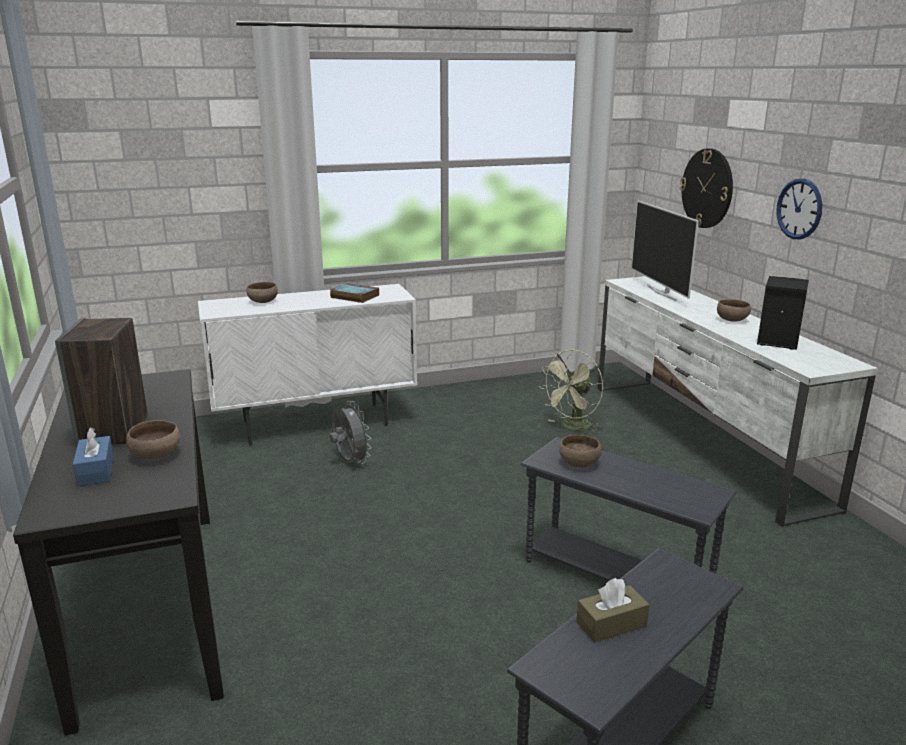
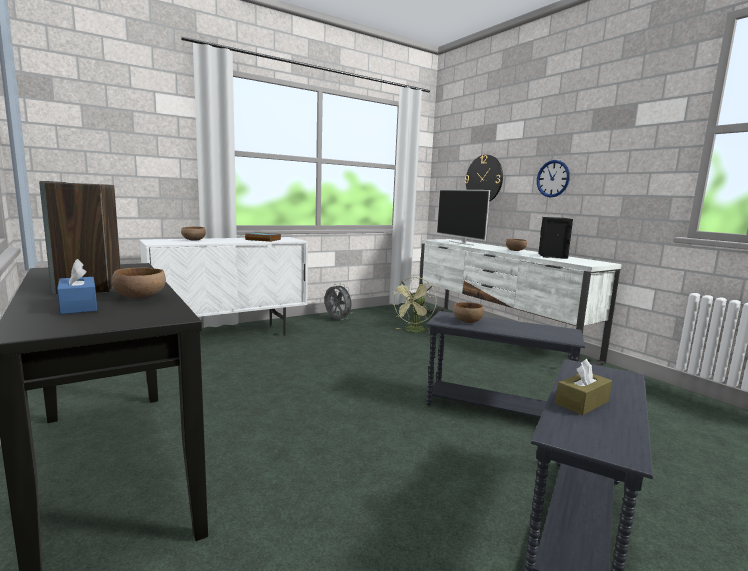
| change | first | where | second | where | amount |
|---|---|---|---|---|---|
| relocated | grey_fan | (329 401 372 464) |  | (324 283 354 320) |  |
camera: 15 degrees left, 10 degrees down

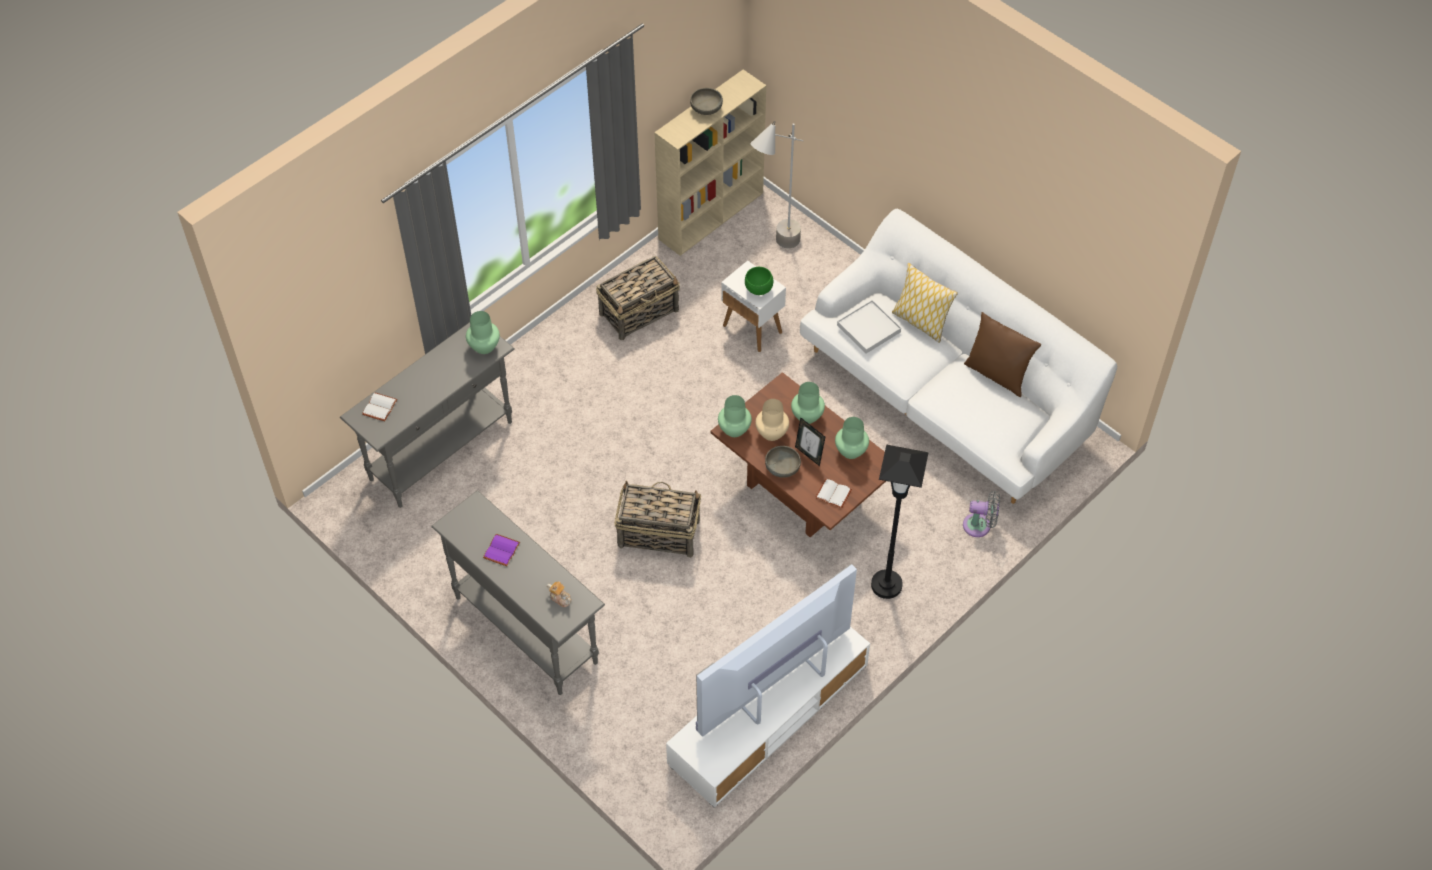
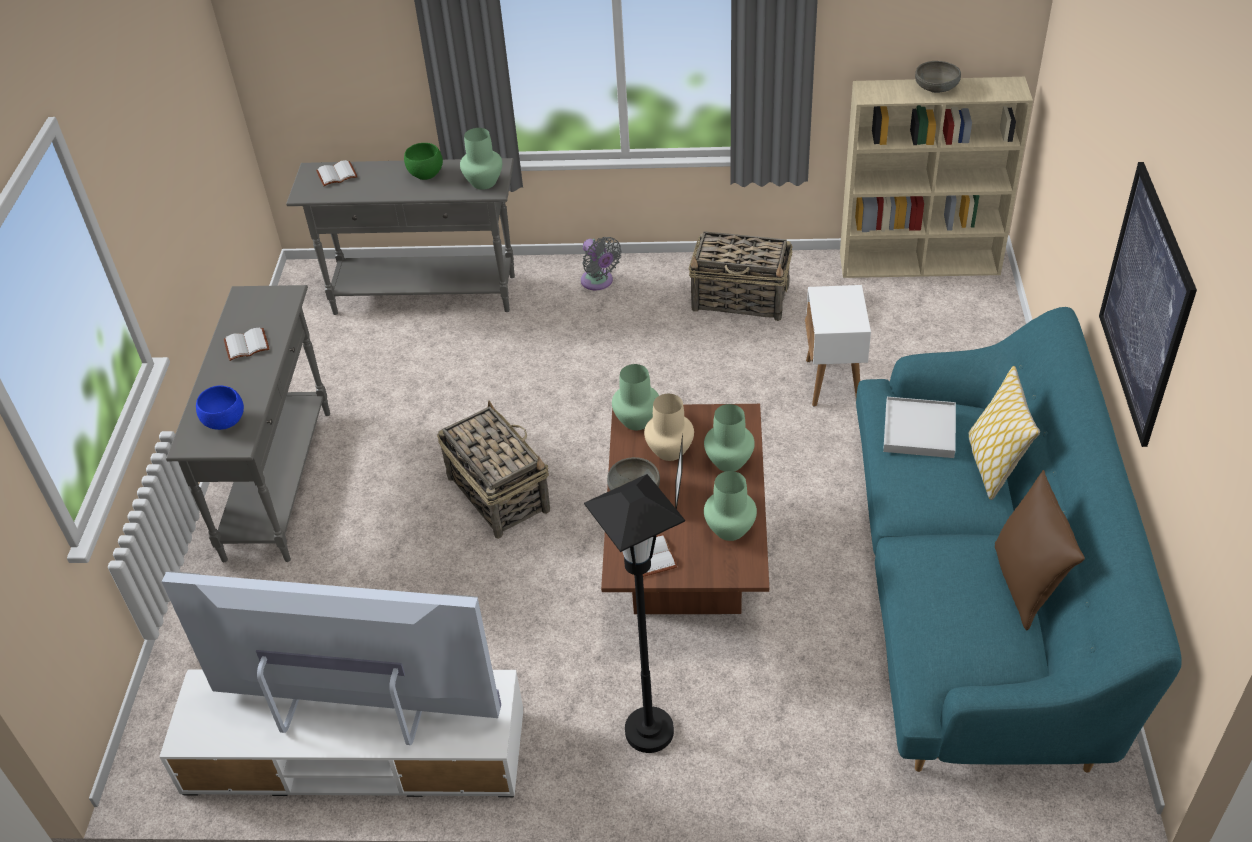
| change | first | where | second | where | amount |
|---|---|---|---|---|---|
| missing | grey_floor_lamp | (751 121 804 248) |  |  |  |
| appeared |  |  | picture | (1099 162 1197 447) |  |
| relocated | green_bowl | (745 267 773 295) |  | (404 143 443 180) |  |
| relocated | grey_fan | (963 491 1000 537) |  | (581 237 622 291) |  |
| exchanged | teapot | (547 581 571 607) | blue_bowl | (196 386 244 430) |  |
| colour | purple_book | (483 534 520 566) | white_book | (224 328 270 361) |  |
| colour | white_sofa | (800 209 1117 504) | turquoise_sofa | (856 307 1182 773) |  |
camera: 50 degrees right, 10 degrees down

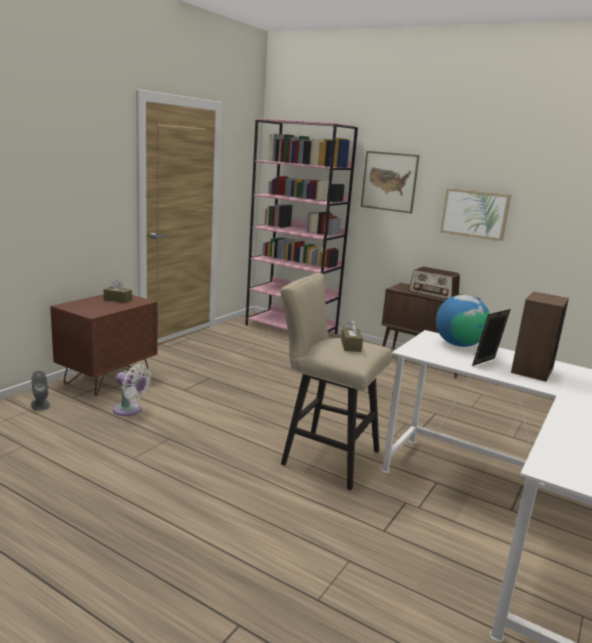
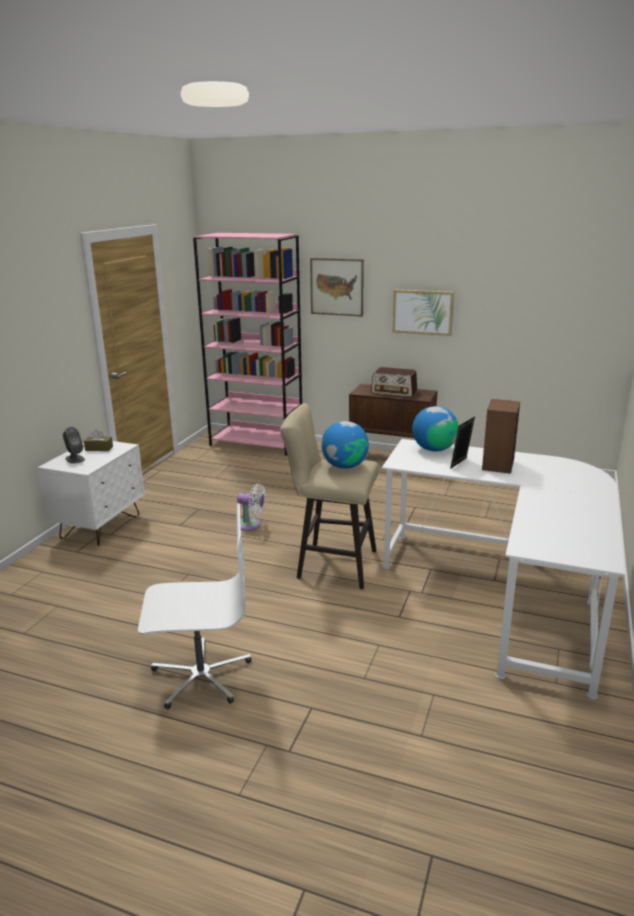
| change | first | where | second | where | amount |
|---|---|---|---|---|---|
| appeared |  |  | white_office_chair | (138 504 251 709) |  |
| relocated | grey_speaker | (31 371 50 410) |  | (63 427 85 464) |  |
| relocated | white_fan | (113 364 151 416) |  | (237 484 266 531) |  |
| exchanged | brown_tissue_box | (341 320 363 352) | globe | (322 421 369 469) |  |
| colour | brown_nightstand | (50 294 157 396) | white_nightstand | (38 441 145 546) |  |
camera: 10 degrees left, 5 degrees up

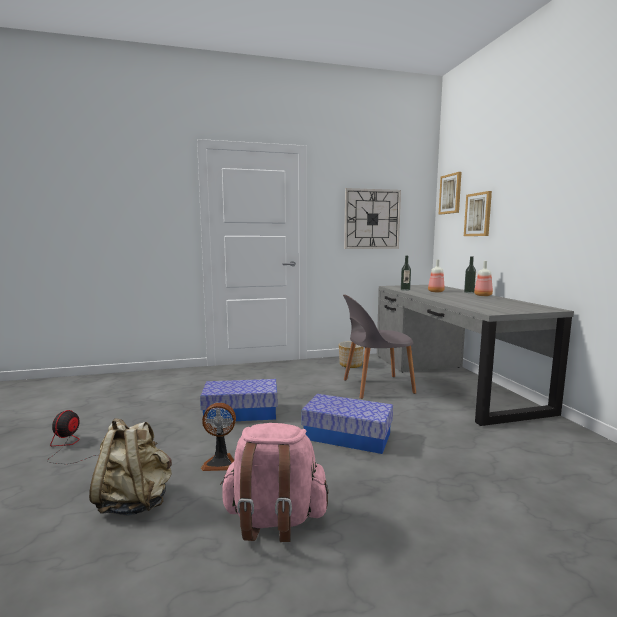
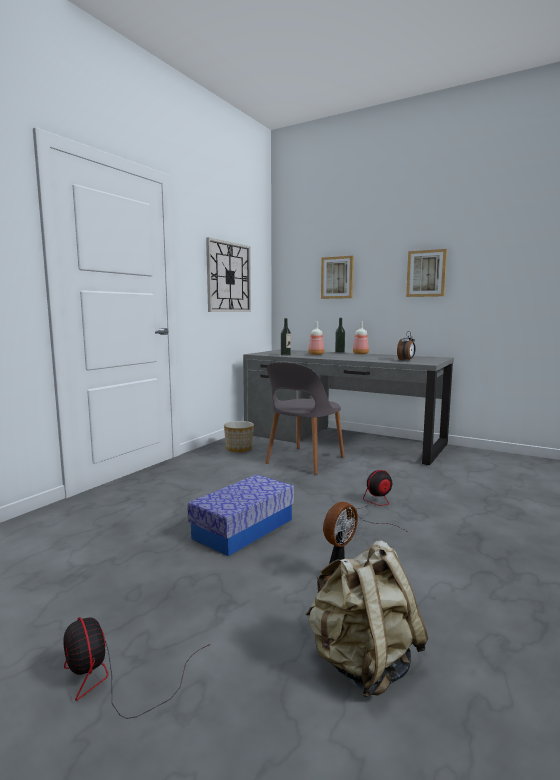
| change | first | where | second | where | amount |
|---|---|---|---|---|---|
| missing | pink_backpack | (220 423 329 542) |  |  |  |
| appeared |  |  | alarm_clock | (397 331 416 361) |  |
| relocated | picture | (439 172 461 214) |  | (406 249 447 297) |  |
| exchanged | storage_box | (301 394 393 454) | fan | (358 470 408 532) |  |
camera: 45 degrees left, 0 degrees up

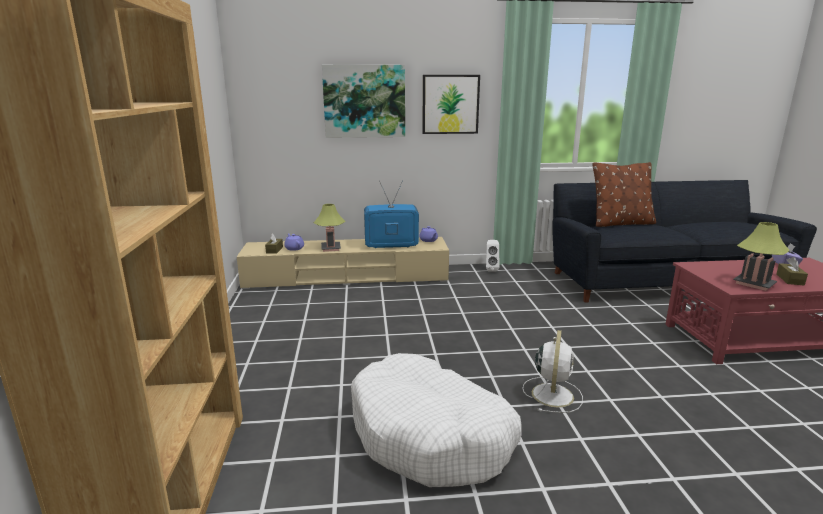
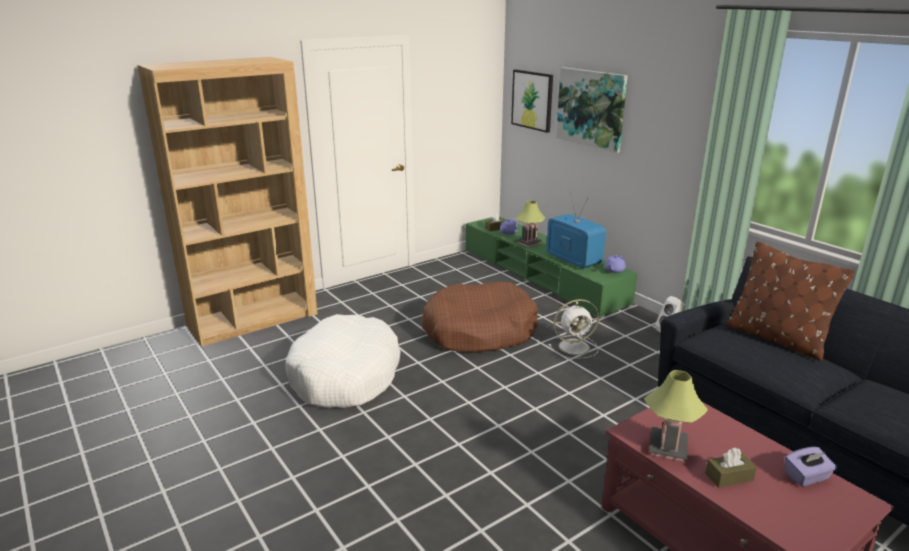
| change | first | where | second | where | amount |
|---|---|---|---|---|---|
| appeared |  |  | brown_dog_bed | (422 281 538 353) |  |
| relocated | picture | (422 75 480 134) |  | (511 70 553 133) |  |
| relocated | white_fan | (523 330 583 413) |  | (548 299 599 359) |  |
| colour | beige_tv_stand | (237 237 449 289) | green_tv_stand | (466 216 637 318) |  |
camera: 60 degrees right, 5 degrees up

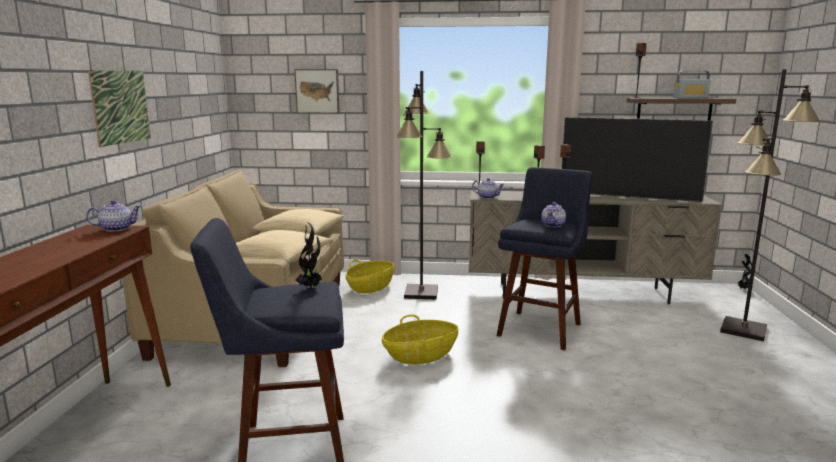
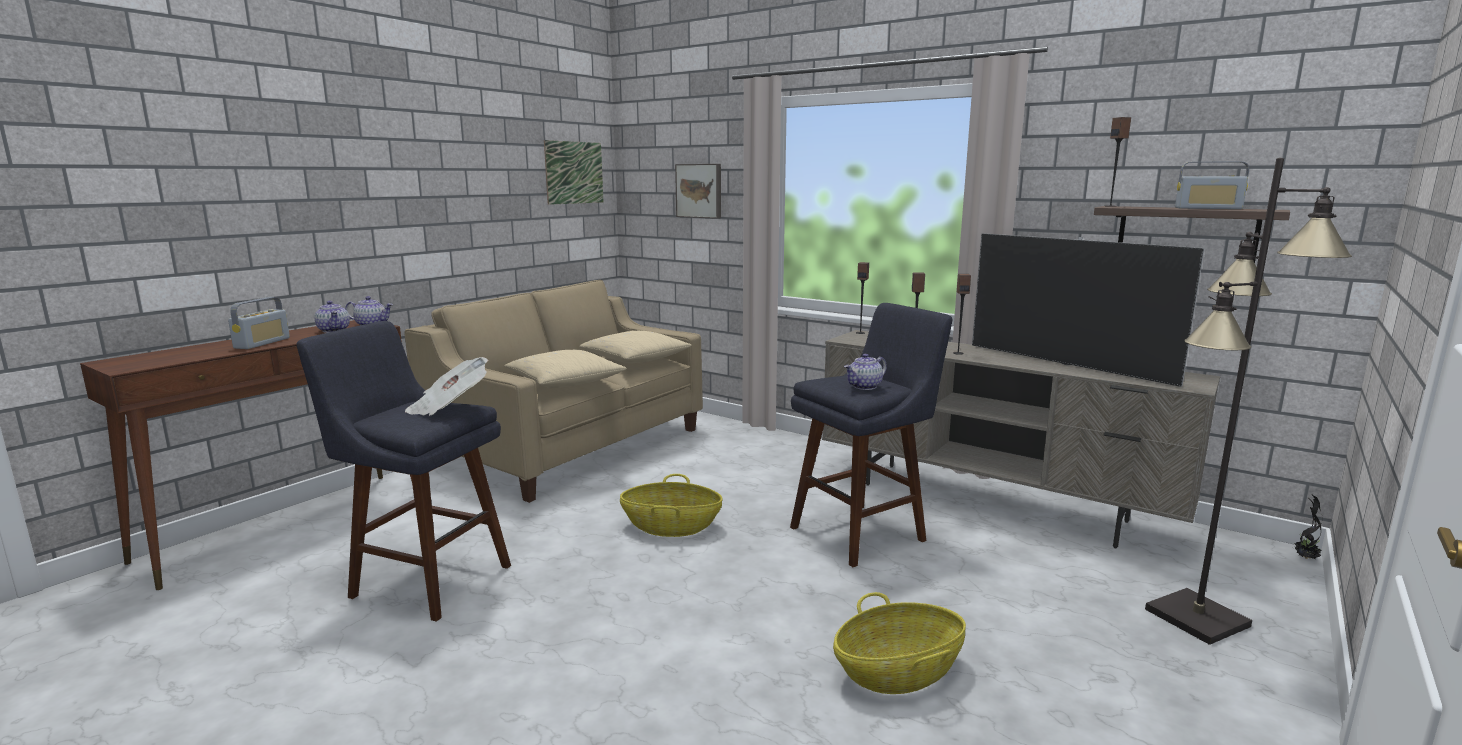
| change | first | where | second | where | amount |
|---|---|---|---|---|---|
| missing | black_floor_lamp | (396 71 452 300) |  |  |  |
| appeared |  |  | radio | (228 297 290 349) |  |
| relocated | picture | (88 70 151 147) |  | (544 140 603 205) |  |
| relocated | basket | (346 260 394 294) |  | (833 592 966 694) |  |
| relocated | teapot | (472 178 505 199) |  | (314 301 350 333) |  |
| exchanged | potted_plant | (296 222 322 288) | newspaper | (405 357 489 416) |  |
camera: 30 degrees right, 0 degrees up

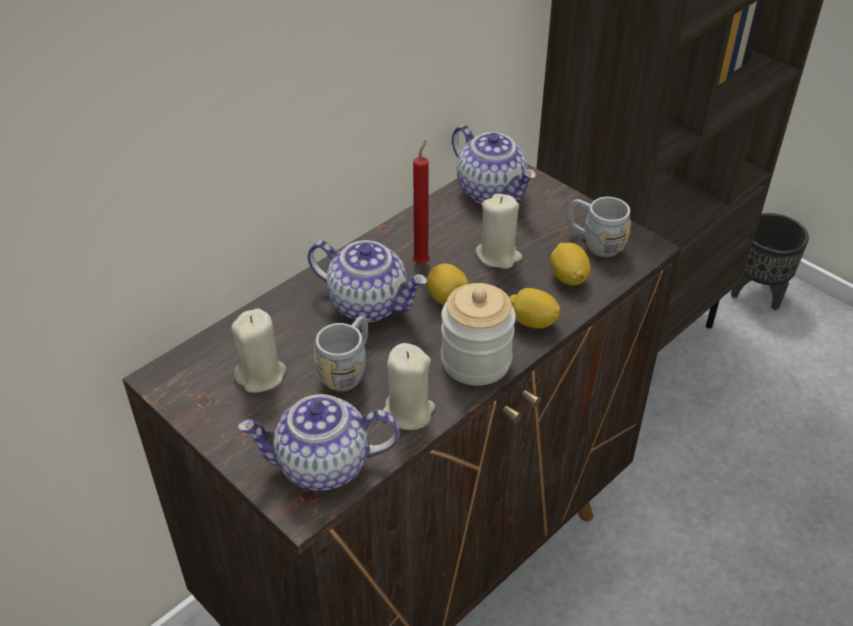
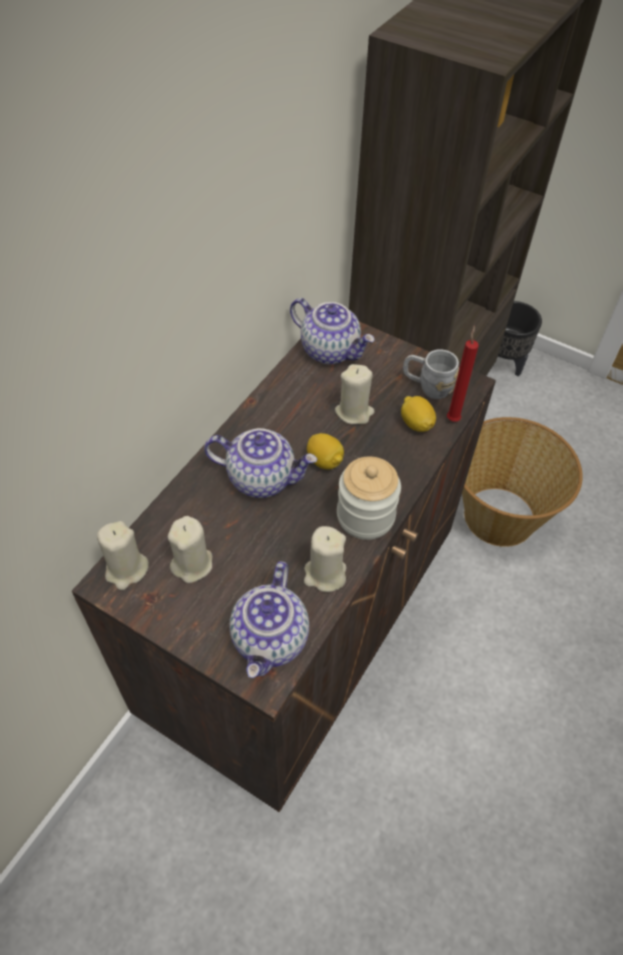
| change | first | where | second | where | amount |
|---|---|---|---|---|---|
| missing | grey_mug | (314 316 368 391) |  |  |  |
| missing | lemon | (509 288 560 329) |  |  |  |
| appeared |  |  | beige_candle | (97 521 149 590) |  |
| appeared |  |  | basket | (462 417 583 547) |  |
| relocated | red_candle | (413 140 430 264) |  | (447 325 479 422) |  |
| spun | teapot | (238 394 400 491) |  | (229 561 309 678) | 60 degrees counterclockwise |
camera: 15 degrees left, 10 degrees up

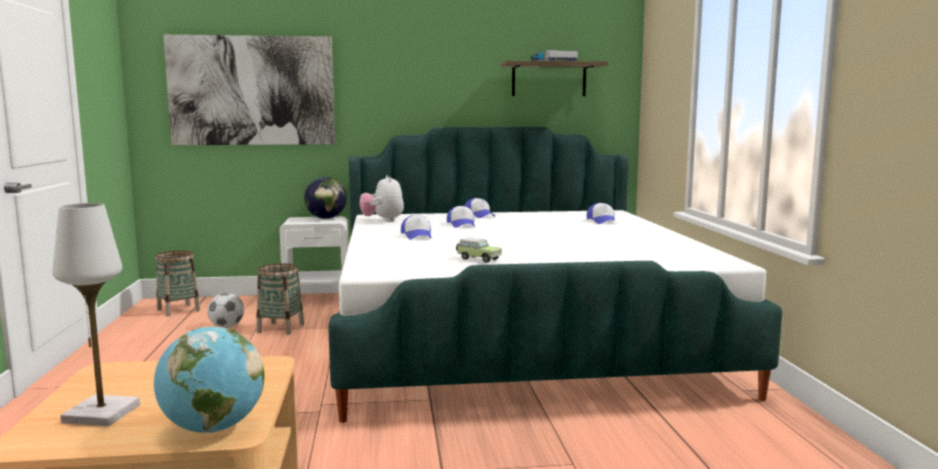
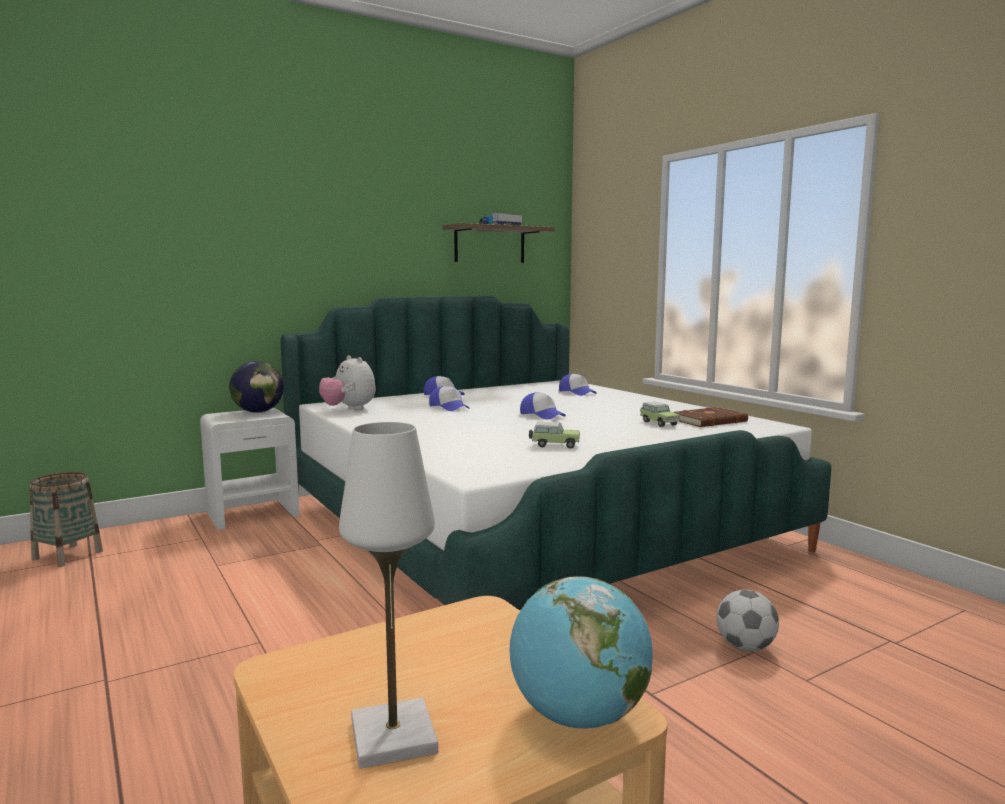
| change | first | where | second | where | amount |
|---|---|---|---|---|---|
| missing | picture | (163 35 335 145) |  |  |  |
| missing | basket | (257 263 304 335) |  |  |  |
| appeared |  |  | toy_car | (640 402 680 427) |  |
| appeared |  |  | brown_book | (674 407 748 427) |  |
| relocated | football | (208 293 244 328) |  | (716 590 779 651) |  |
| relocated | cap | (401 215 432 239) |  | (520 392 566 420) |  |
camera: 25 degrees left, 0 degrees up

